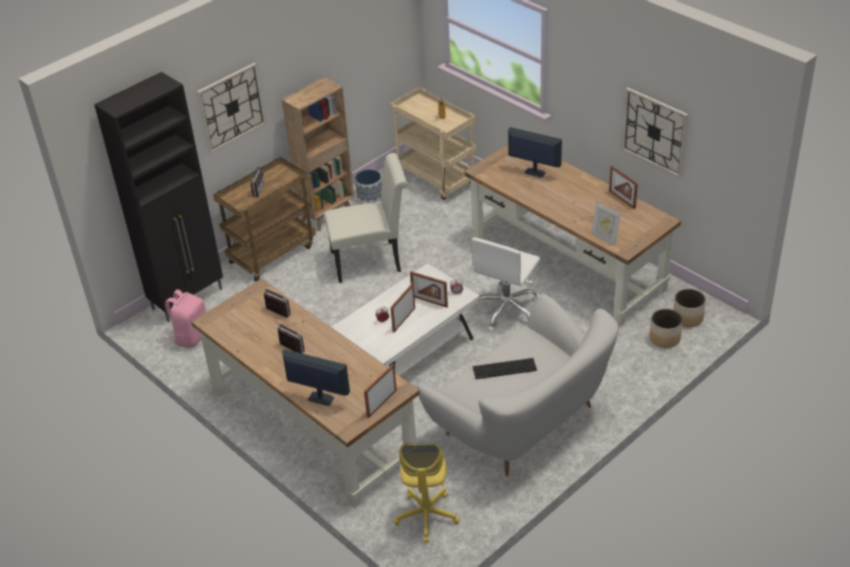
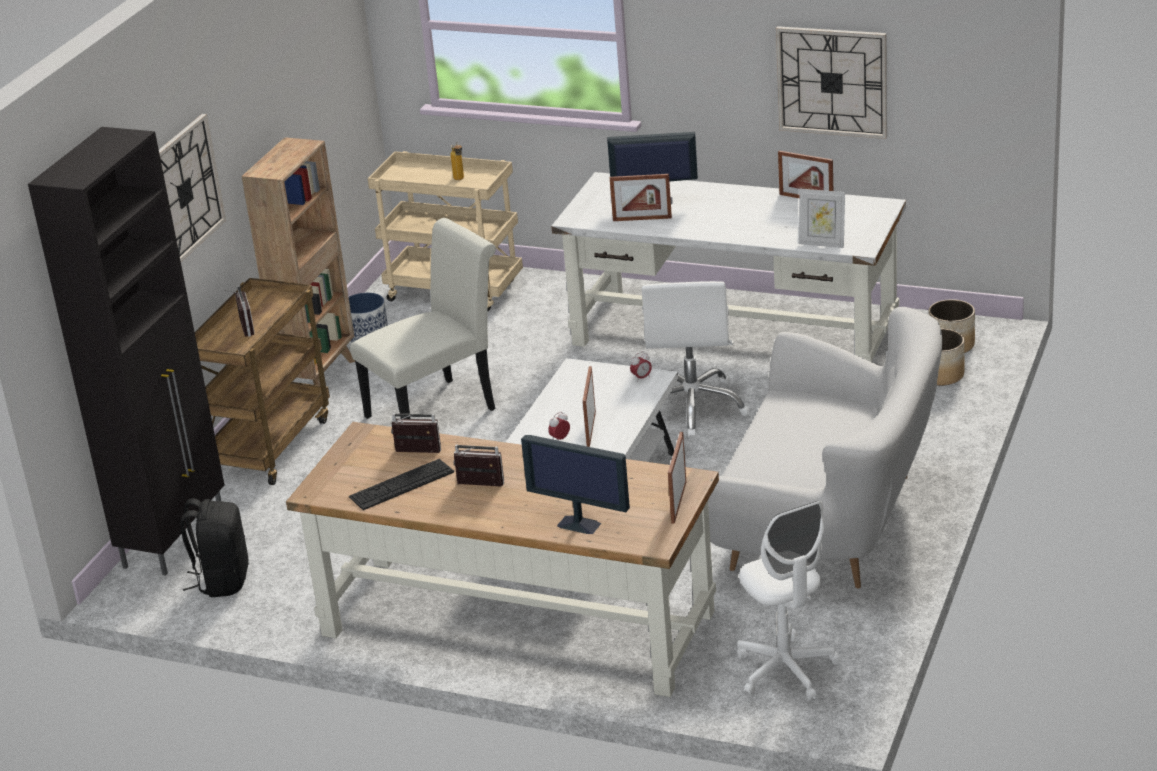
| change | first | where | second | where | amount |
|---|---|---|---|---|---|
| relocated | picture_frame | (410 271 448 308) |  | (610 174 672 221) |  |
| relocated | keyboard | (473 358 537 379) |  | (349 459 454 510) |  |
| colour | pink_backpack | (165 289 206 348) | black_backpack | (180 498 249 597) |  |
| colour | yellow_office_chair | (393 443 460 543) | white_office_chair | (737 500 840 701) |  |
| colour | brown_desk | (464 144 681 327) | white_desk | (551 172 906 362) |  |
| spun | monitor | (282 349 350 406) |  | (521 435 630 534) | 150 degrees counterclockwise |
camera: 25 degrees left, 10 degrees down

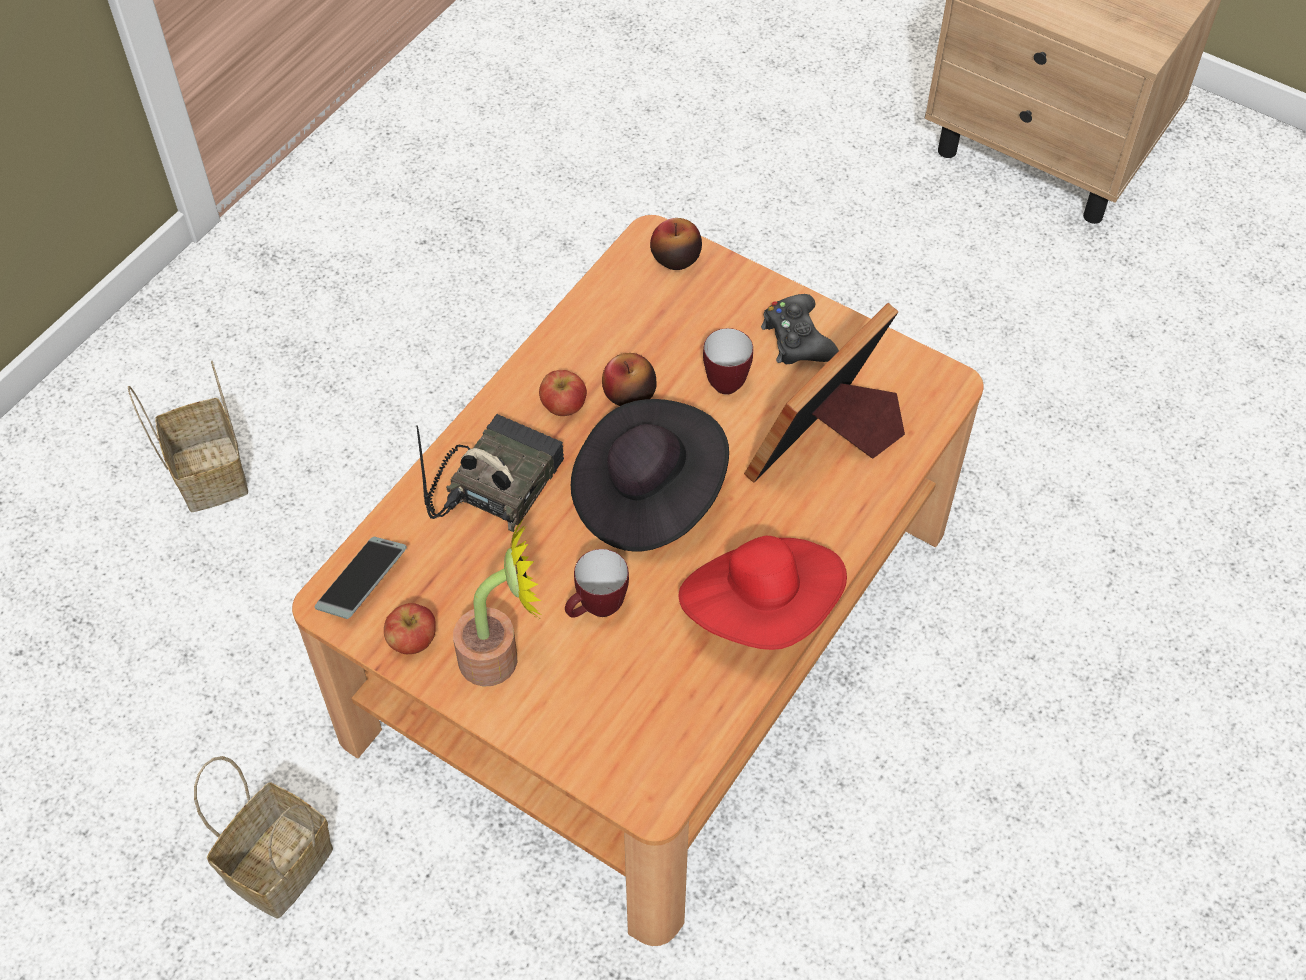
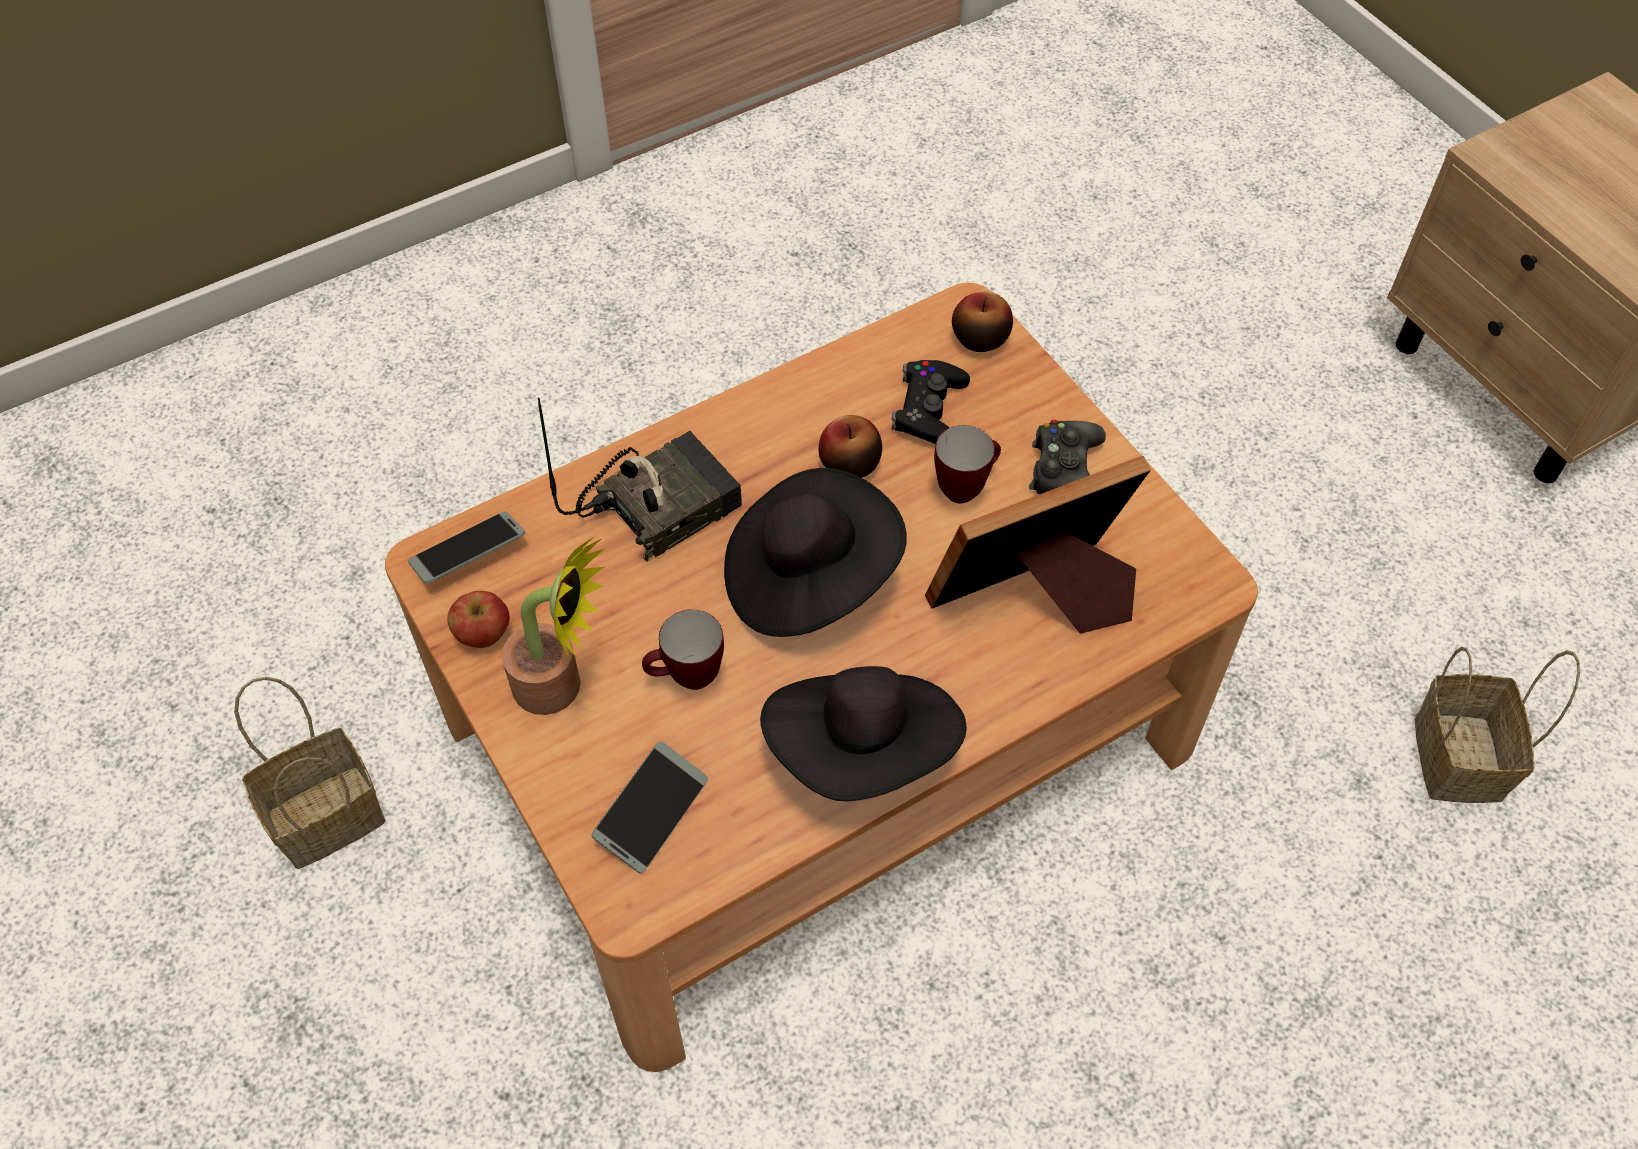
| change | first | where | second | where | amount |
|---|---|---|---|---|---|
| missing | apple | (539 370 587 416) |  |  |  |
| appeared |  |  | phone | (592 741 708 873) |  |
| appeared |  |  | black_game_controller | (892 360 970 444) |  |
| relocated | basket | (128 360 248 512) |  | (1415 646 1580 803) |  |
| colour | red_hat | (679 536 847 650) | black_hat | (760 666 967 801) |  |
camera: 25 degrees right, 0 degrees up

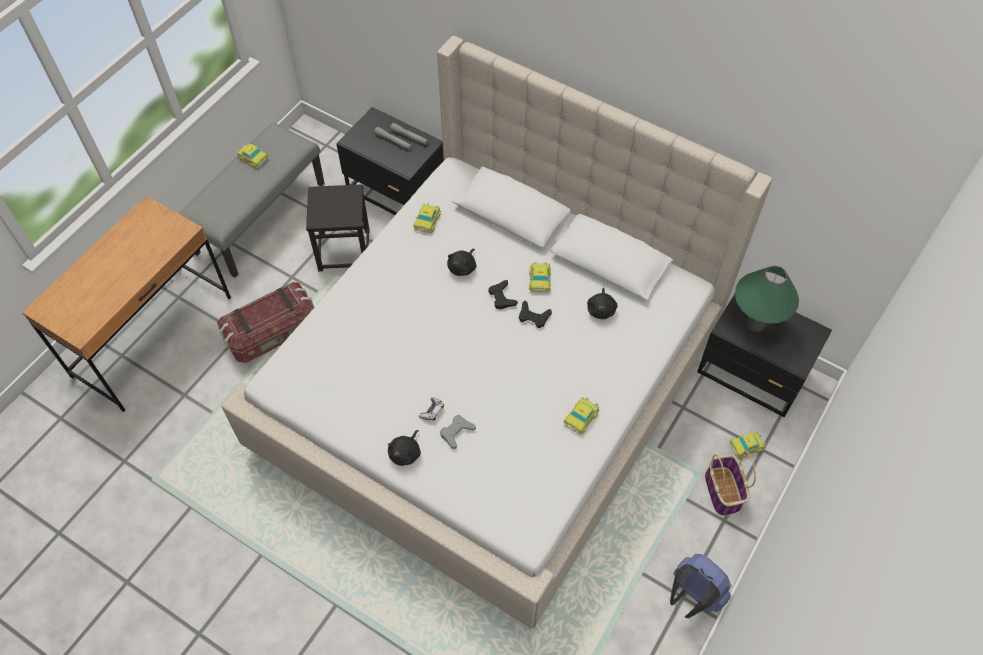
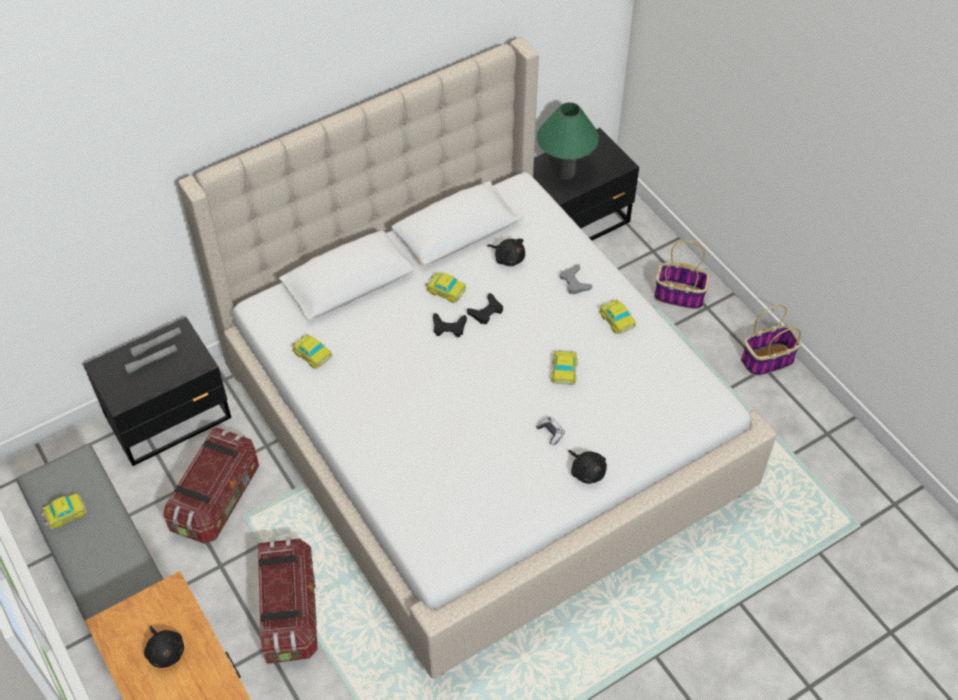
| change | first | where | second | where | amount |
|---|---|---|---|---|---|
| relocated | grey_game_controller | (440 415 476 449) |  | (560 264 592 295) |  |
| relocated | black_plush_toy | (447 248 477 276) |  | (144 626 184 668) |  |
| relocated | toy_car | (729 431 766 459) |  | (551 350 577 385) |  |
| exchanged | black_stool | (306 184 370 271) | storage_box | (163 428 259 544) |  |
| exchanged | blue_backpack | (670 554 732 618) | basket | (741 305 801 376) |  |
camera: 65 degrees left, 5 degrees down

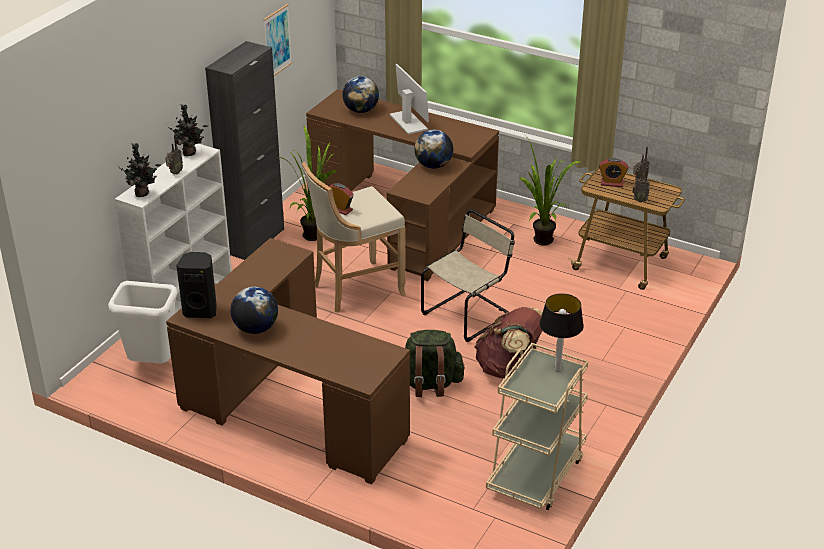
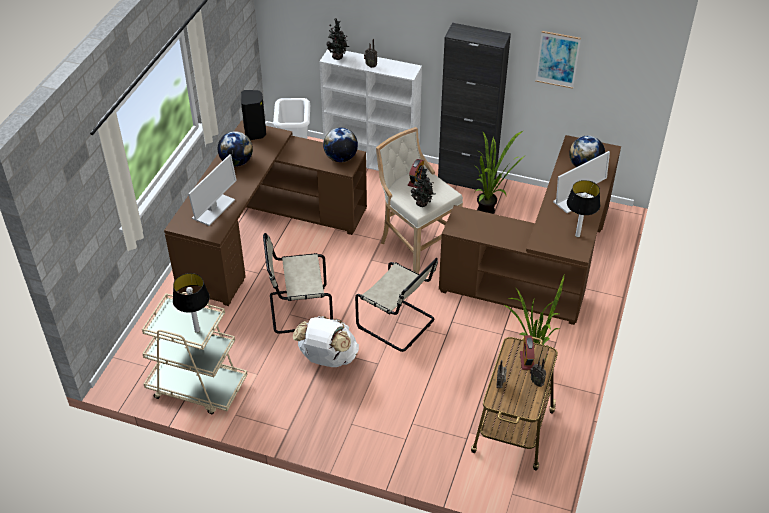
| change | first | where | second | where | amount |
|---|---|---|---|---|---|
| appeared |  |  | monitor | (188 154 237 226) |  |
| appeared |  |  | table_lamp | (567 180 600 237) |  |
| relocated | potted_plant | (168 104 208 156) |  | (410 165 435 207) |  |
| relocated | globe | (414 130 453 169) |  | (323 128 358 162) |  |
| exchanged | green_backpack | (405 330 465 397) | beige_chair | (263 233 333 334) |  |
| colour | brown_backpack | (475 307 543 379) | white_backpack | (293 316 359 367) |  |
camera: 80 degrees right, 10 degrees up

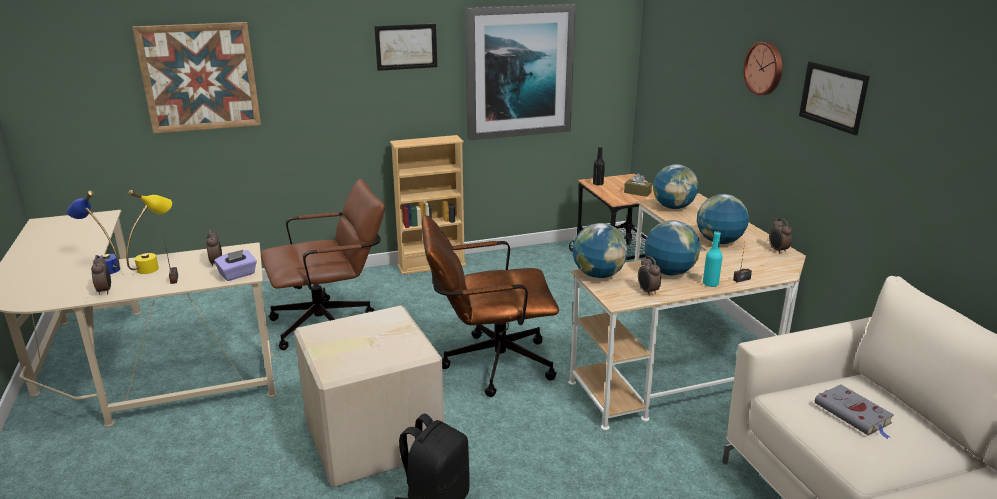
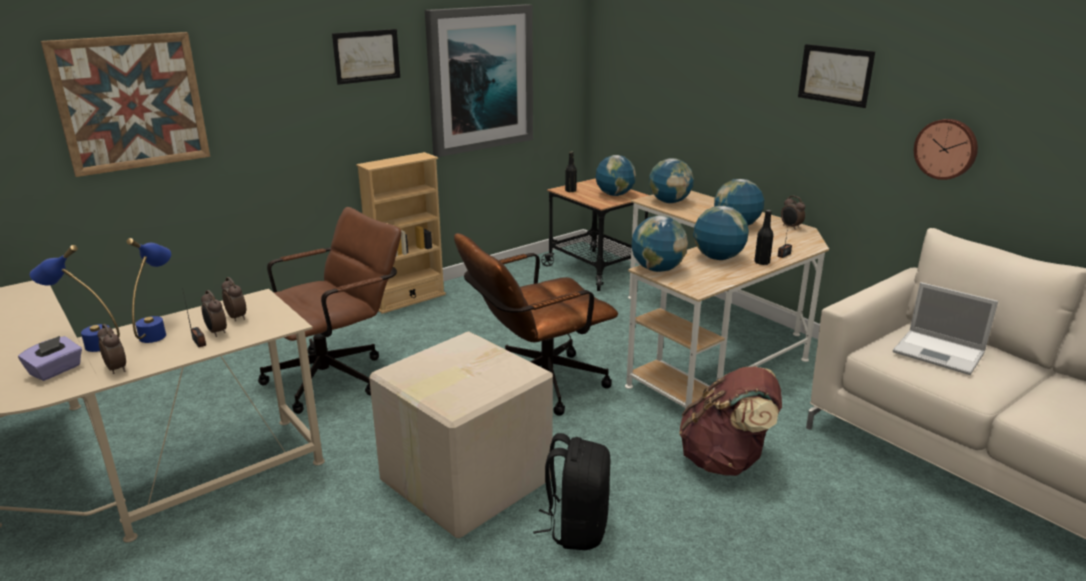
| change | first | where | second | where | amount |
|---|---|---|---|---|---|
| appeared |  |  | brown_backpack | (679 366 782 476) |  |
| relocated | purple_tissue_box | (214 250 257 281) |  | (18 336 82 381) |  |
| relocated | alarm_clock | (638 256 661 296) |  | (201 290 227 337) |  |
| relocated | wall_clock | (744 42 782 95) |  | (914 119 978 180) |  |
| exchanged | brown_tissue_box | (624 173 652 197) | globe | (596 155 636 196) |  |
| exchanged | grey_book | (815 385 894 439) | laptop | (893 282 998 375) |  |
| colour | yellow_table_lamp | (126 190 172 274) | blue_table_lamp | (126 238 171 343) |  |
| colour | turquoise_bottle | (703 231 722 287) | black_bottle | (754 210 774 265) |  |
camera: 20 degrees left, 0 degrees up

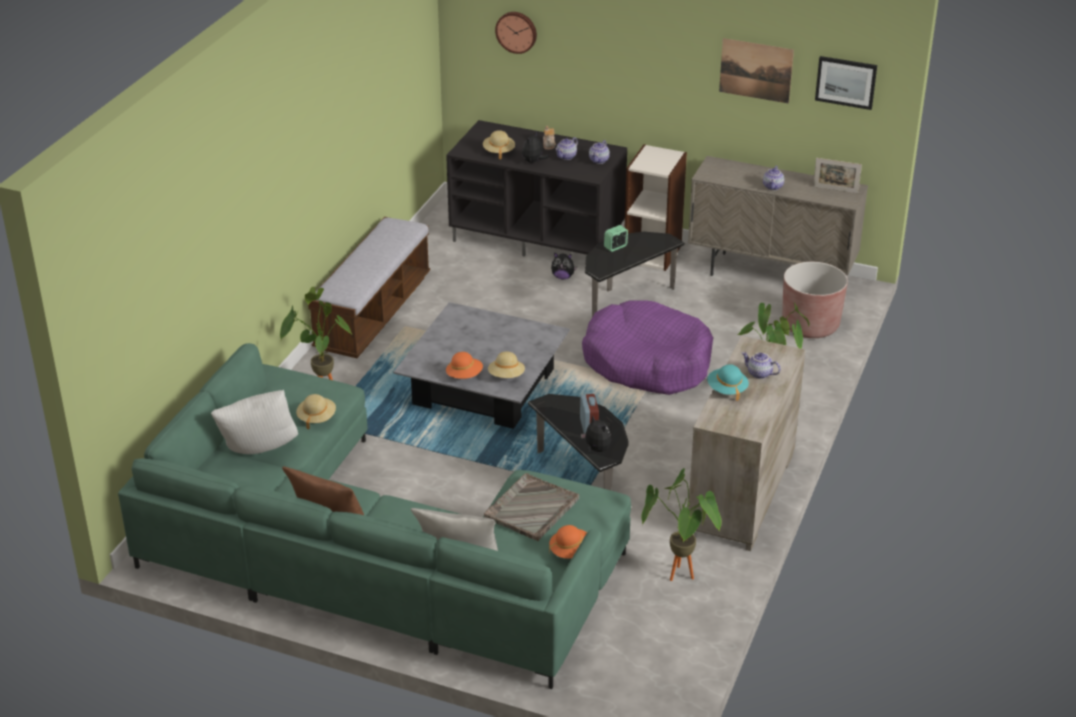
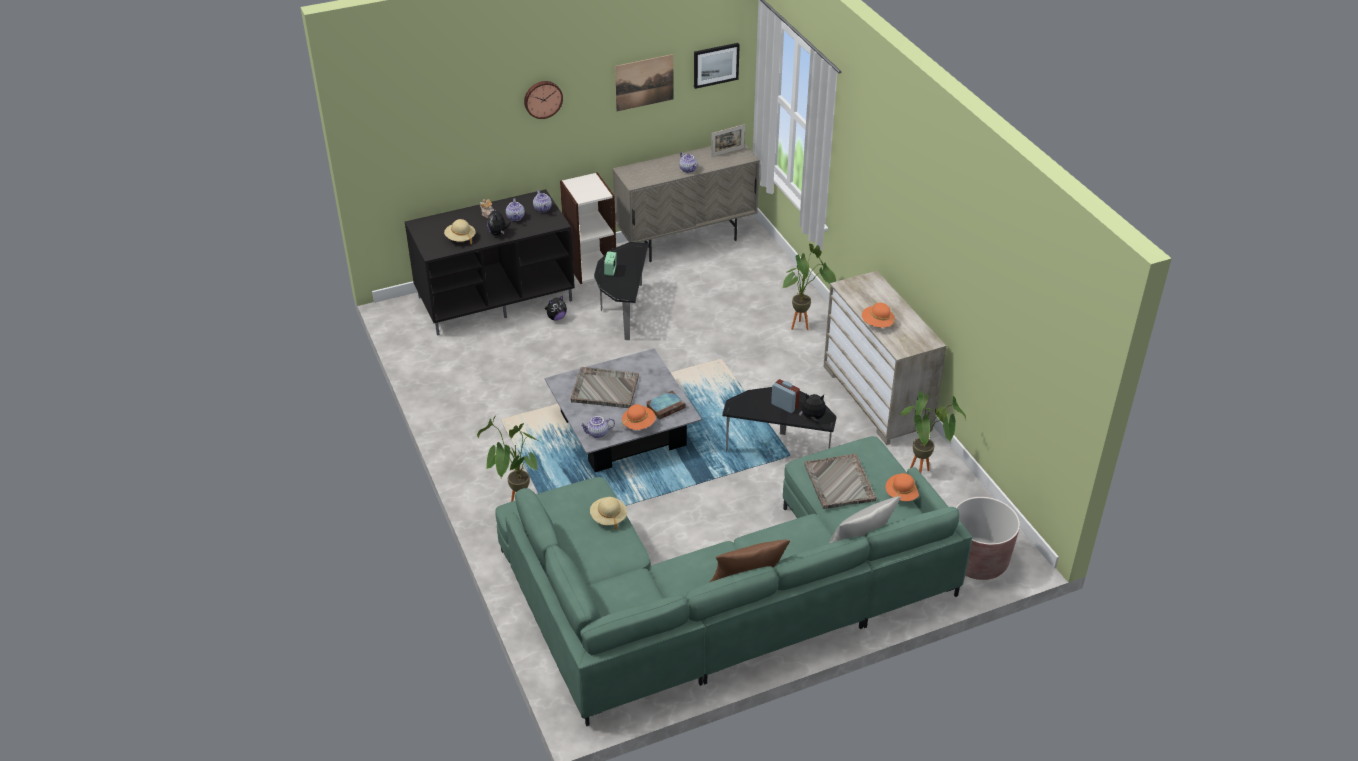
| change | first | where | second | where | amount |
|---|---|---|---|---|---|
| missing | white_pillow | (211 390 298 454) |  |  |  |
| missing | bench | (308 217 430 358) |  |  |  |
| missing | purple_dog_bed | (582 300 713 395) |  |  |  |
| appeared |  |  | grey_tray | (570 367 639 408) |  |
| relocated | wall_clock | (495 12 537 54) |  | (524 81 563 119) |  |
| relocated | teapot | (742 352 780 379) |  | (580 416 615 438) |  |
| relocated | brown_planter | (782 262 848 338) |  | (955 497 1020 580) |  |
| exchanged | beige_hat | (488 351 525 378) | book | (647 391 685 420) |  |
| colour | turquoise_hat | (707 364 749 401) | orange_hat | (862 303 895 328) |  |
camera: 45 degrees left, 5 degrees up

